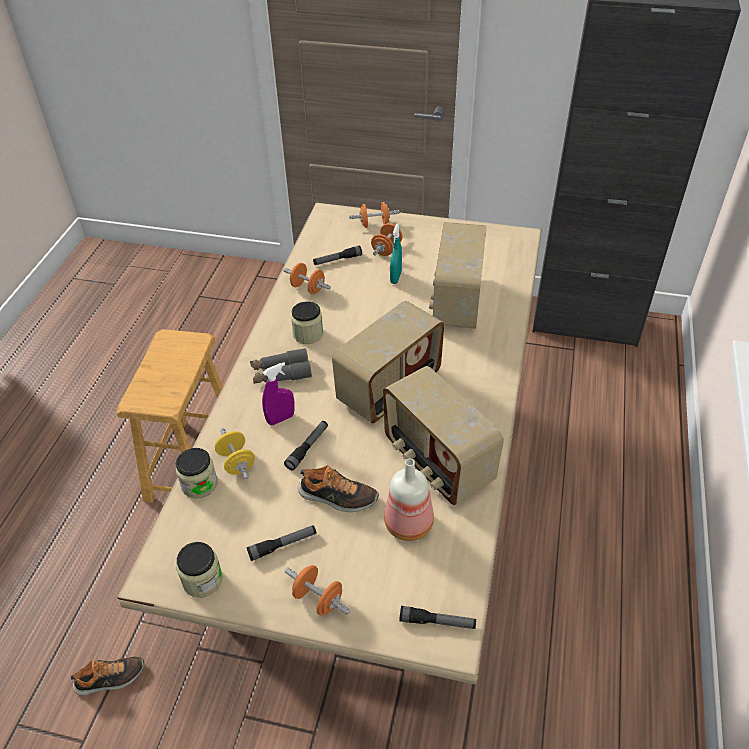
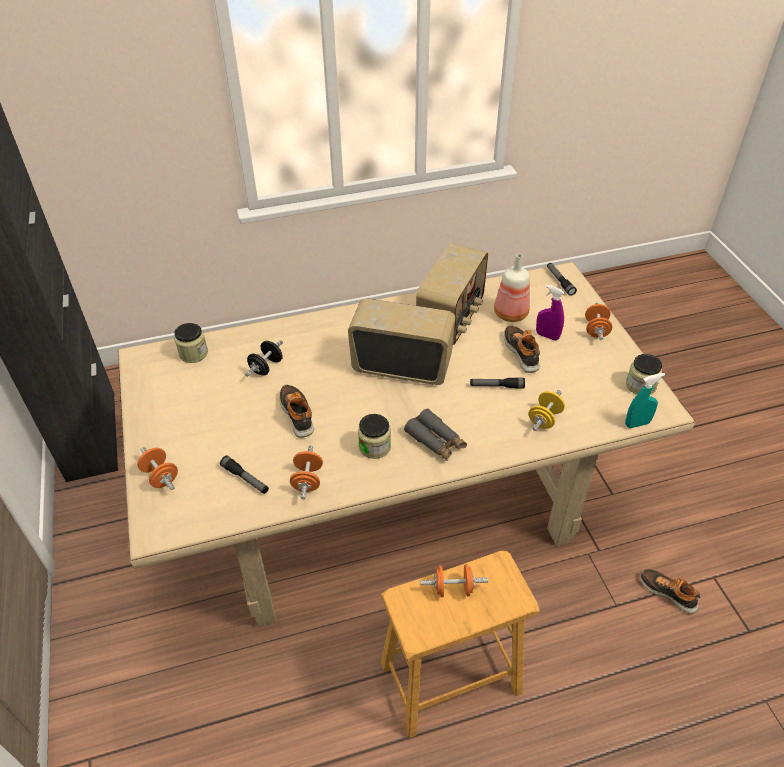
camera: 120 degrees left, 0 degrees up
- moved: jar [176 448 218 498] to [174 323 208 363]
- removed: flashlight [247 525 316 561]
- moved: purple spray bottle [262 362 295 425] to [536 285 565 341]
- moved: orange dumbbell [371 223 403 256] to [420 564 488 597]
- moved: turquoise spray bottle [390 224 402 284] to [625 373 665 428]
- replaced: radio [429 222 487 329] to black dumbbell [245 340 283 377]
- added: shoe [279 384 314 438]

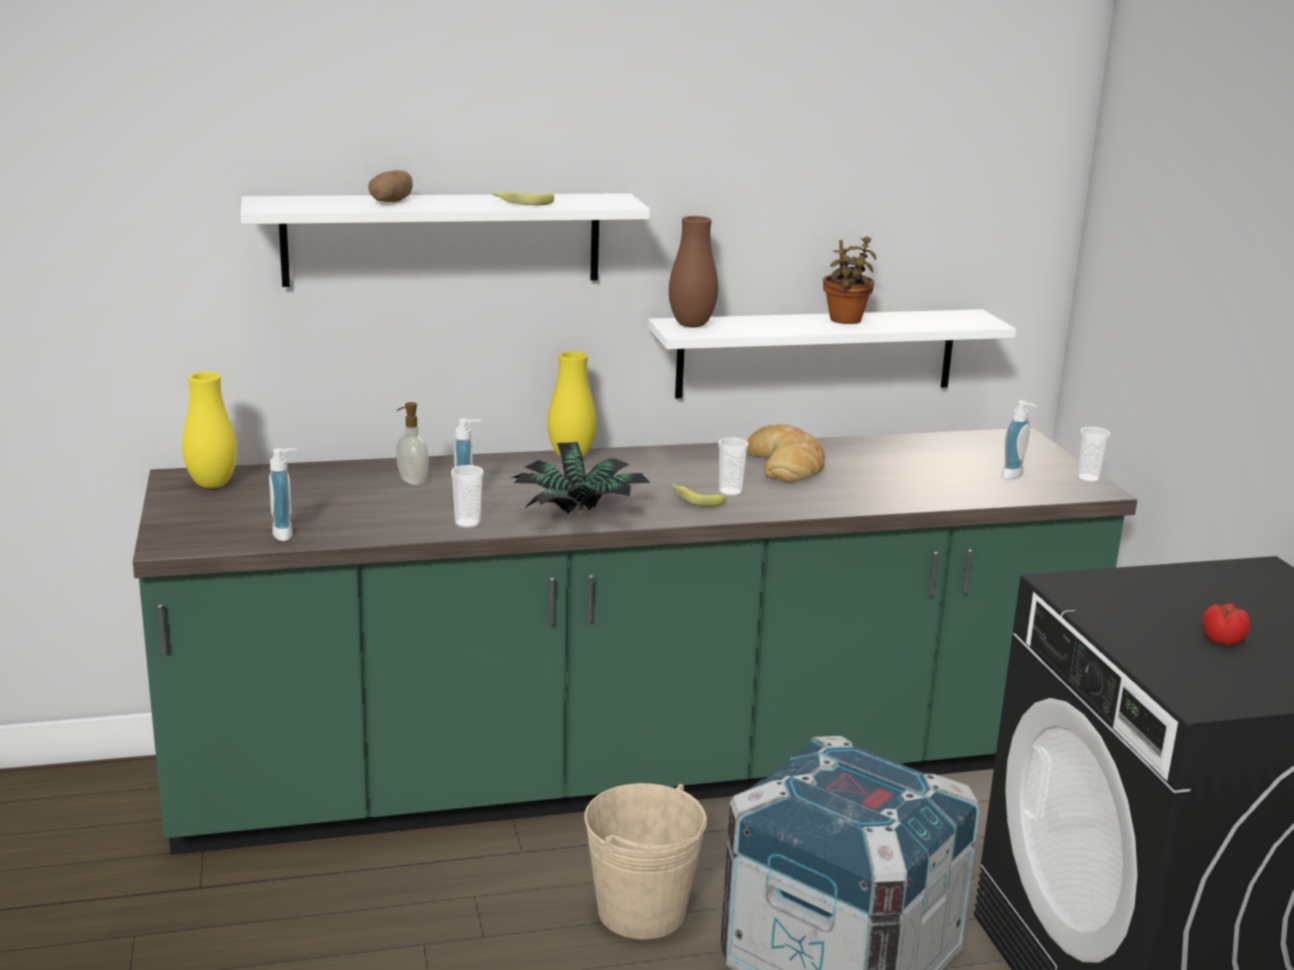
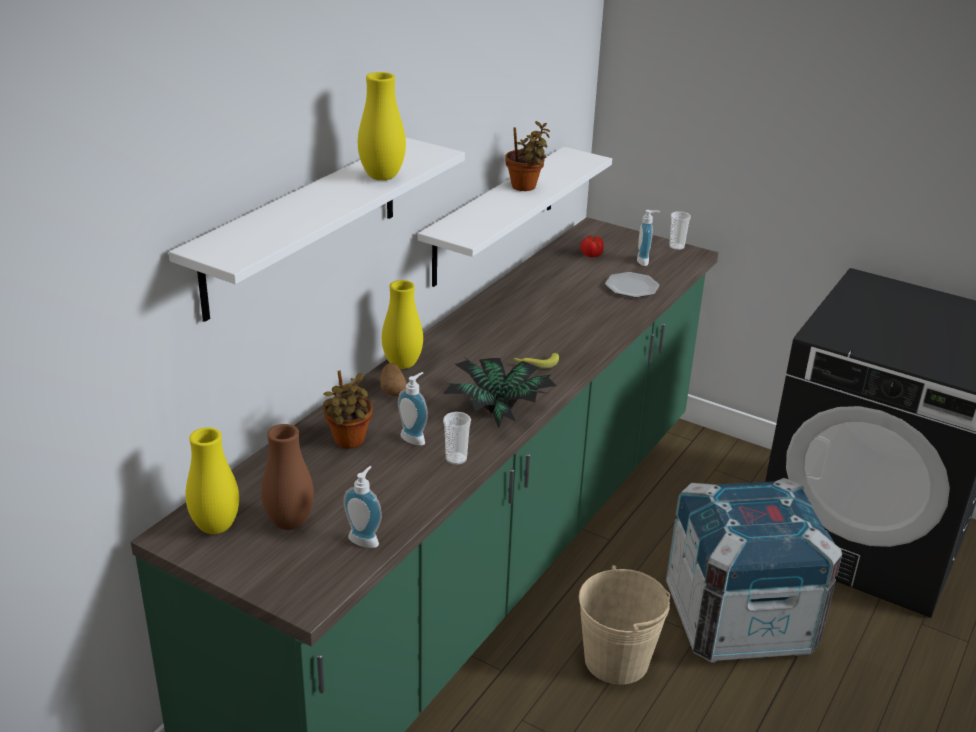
camera: 45 degrees left, 10 degrees up
- moved: potato [368 170 413 202] to [380 363 407 396]
- replaced: soap dispenser [396 402 429 485] to potted plant [323 370 373 449]
- replaced: banana [492 192 554 206] to yellow vase [358 72 406 181]
- moved: brown vase [669 216 718 327] to [261 424 314 530]
- removed: cup [718 437 748 496]
- removed: bread [747 424 825 483]
- moved: tomato [1202 604 1250 645] to [580 235 604 257]
- added: plate [605 272 660 298]

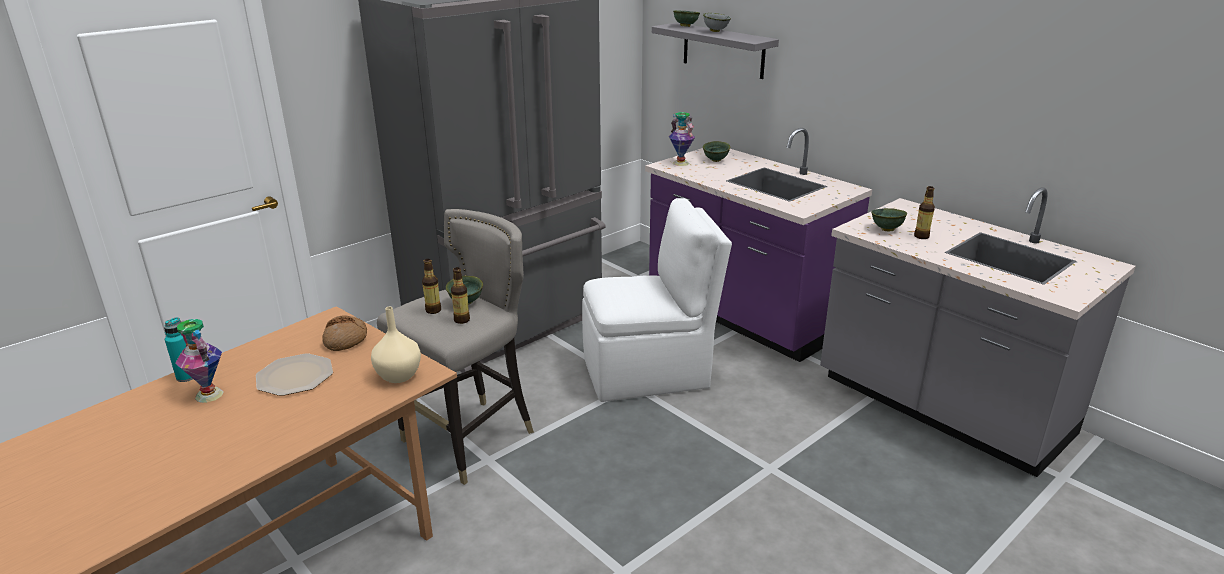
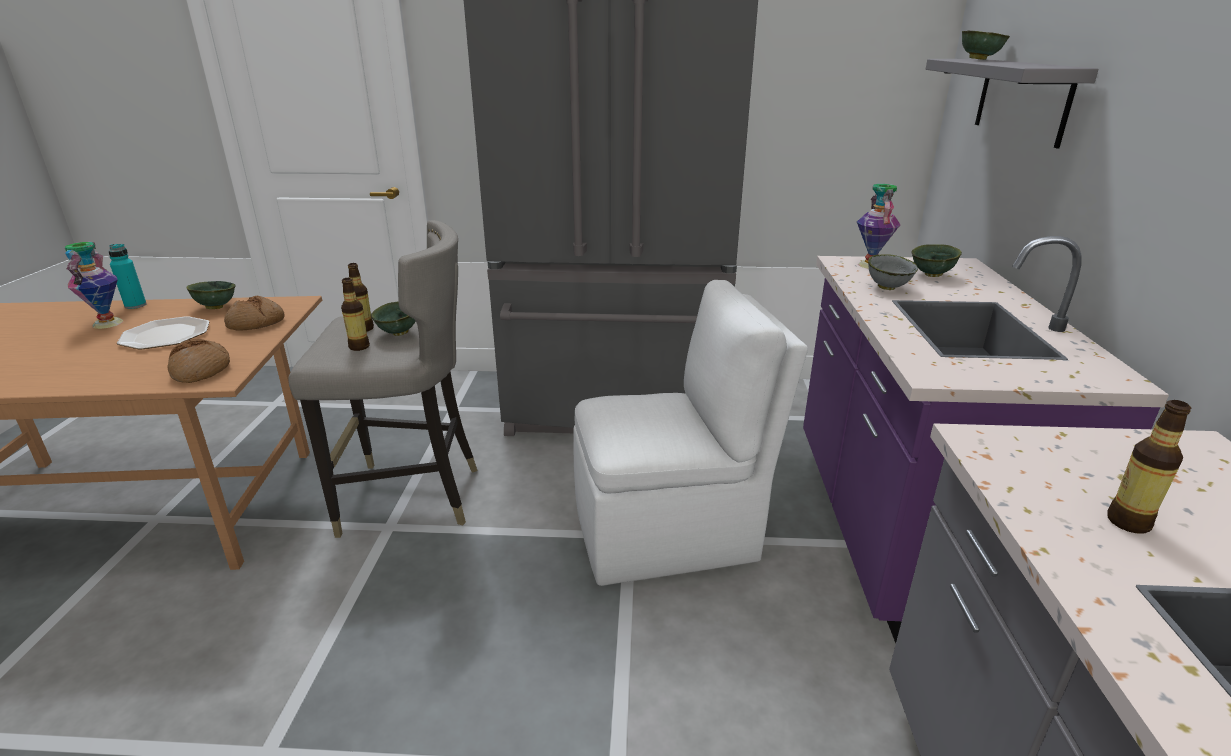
camera: 45 degrees right, 0 degrees up
- replaced: beige vase [371 307 421 383] to bread [167 339 230 383]
- turned: white chair [582 198 732 402] = [574 280 808 586] 45 degrees counterclockwise
- moved: grey bowl [703 13 731 32] to [868 254 918 290]
- moved: green bowl [871 208 907 231] to [186 281 236 309]

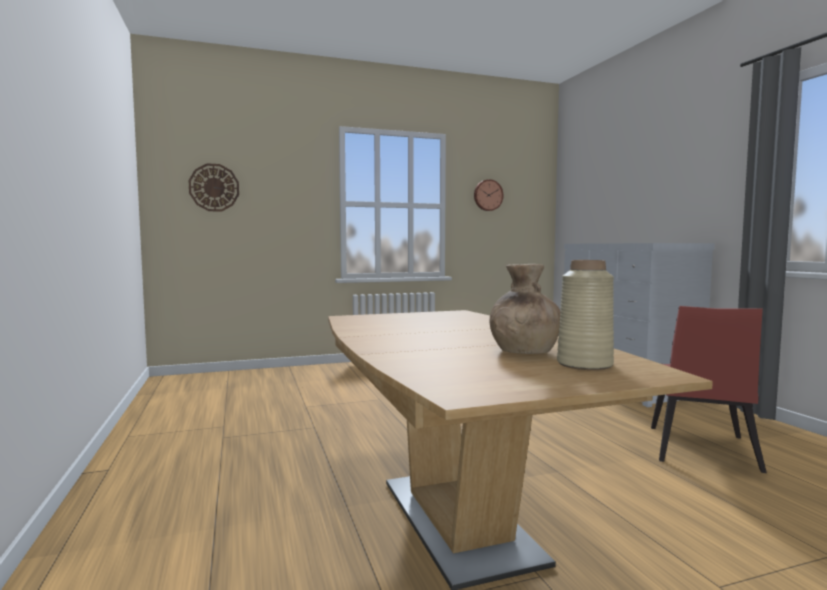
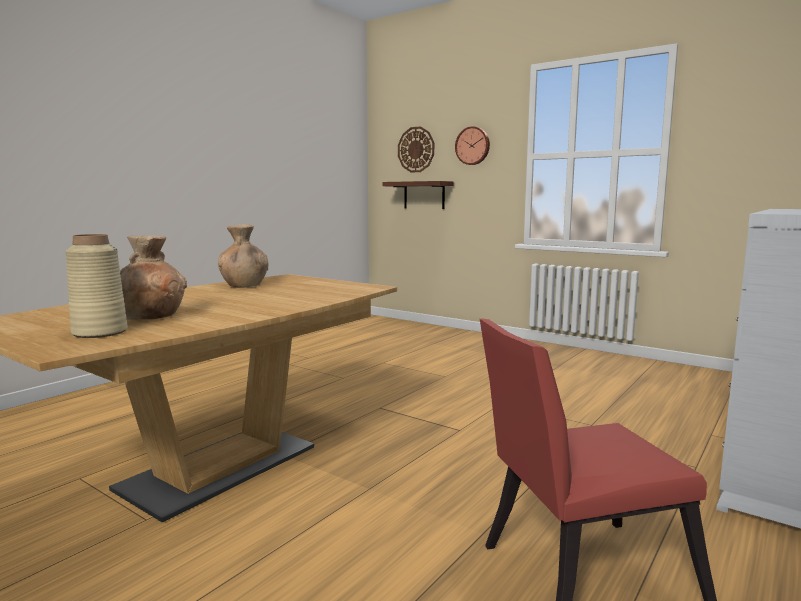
camera: 55 degrees right, 5 degrees up
- moved: wall clock [474 179 504 211] to [455 126 490 165]
- added: brown vase [218 224 269 288]
- added: shelf [383 181 453 209]

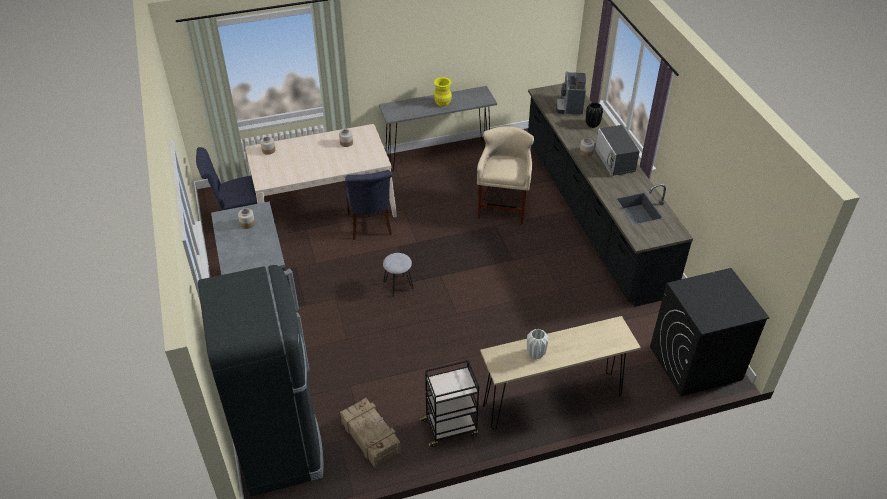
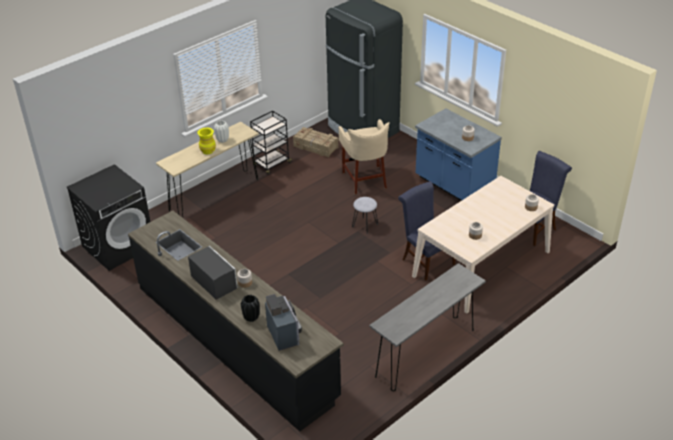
camera: 155 degrees right, 5 degrees down
- moved: yellow vase [434 77 452 106] to [197 128 216 154]
- moved: beige stool [477 126 534 224] to [338 119 390 195]

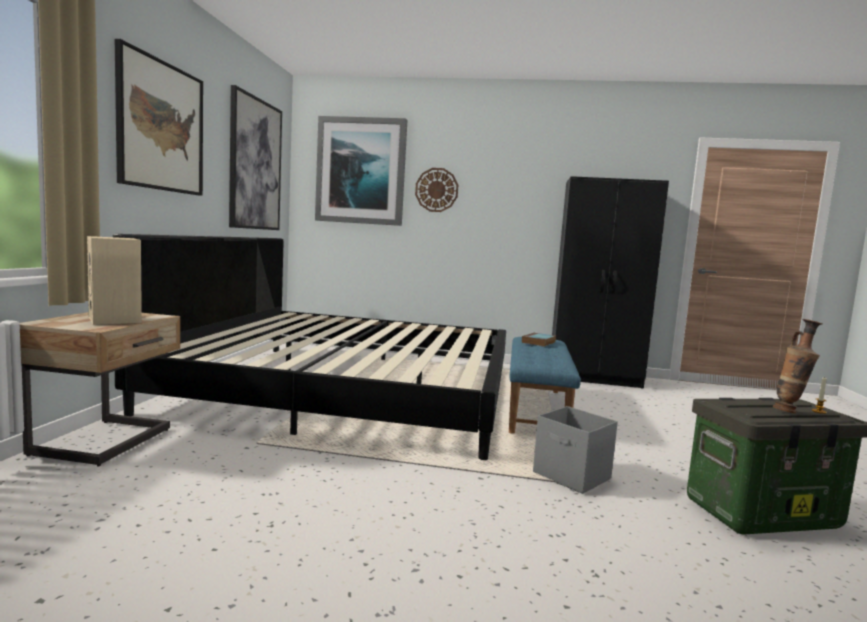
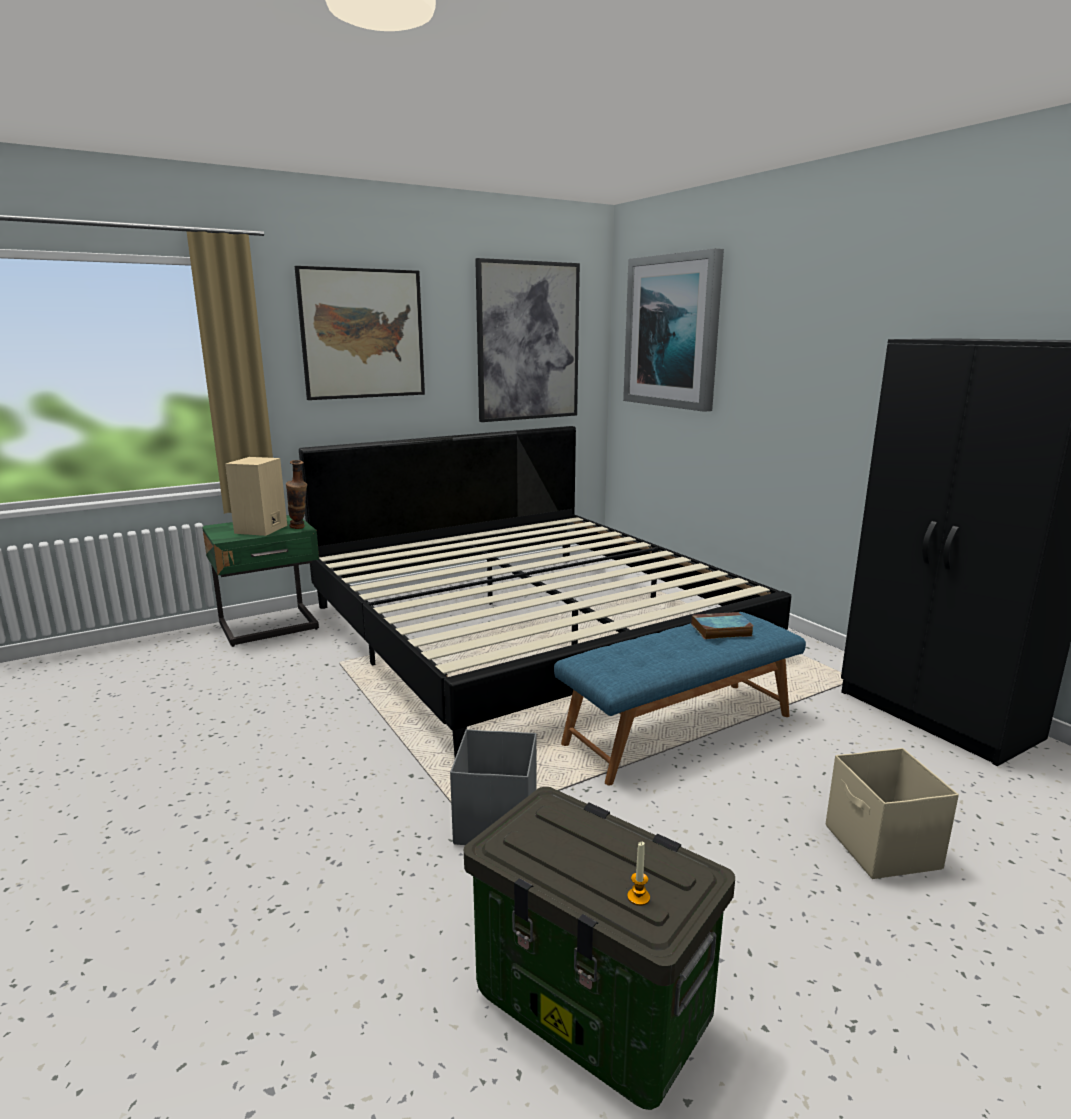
camera: 50 degrees right, 10 degrees up
- recoloured: beige nightstand [20 312 180 466] to green nightstand [202 515 319 647]
- removed: wall clock [415 168 458 212]
- moved: vase [773 319 823 414] to [286 460 307 529]
- added: beige storage box [826 748 959 879]

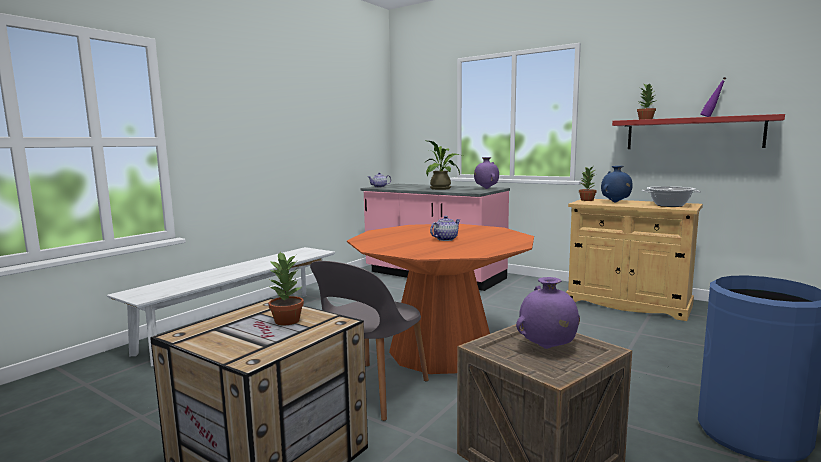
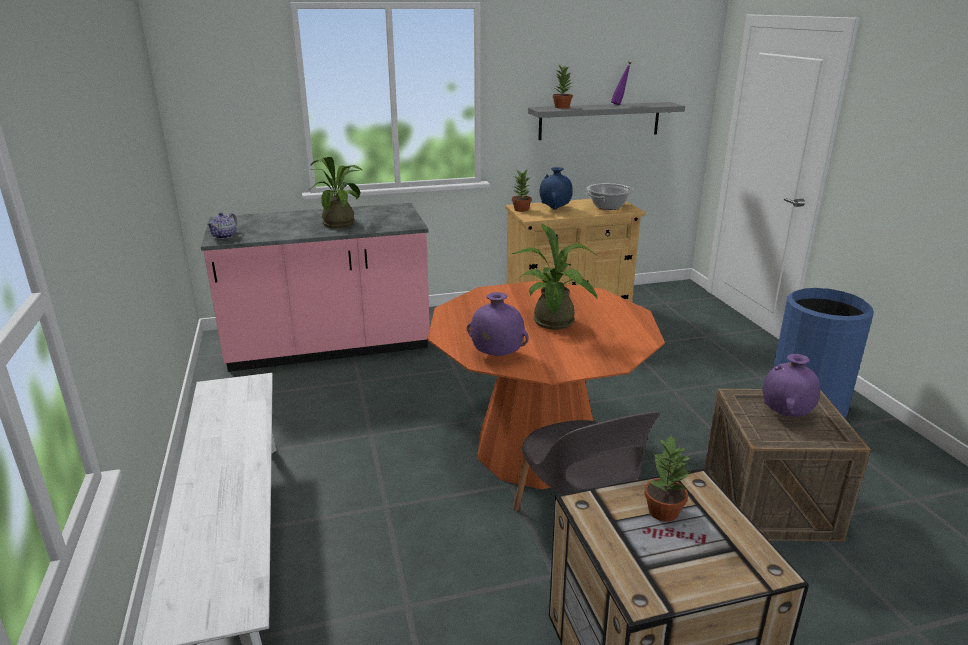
camera: 50 degrees left, 15 degrees up
- replaced: teapot [430 216 460 241] to potted plant [512 224 597 330]
- moved: purple vase [474 157 499 189] to [467 292 529 356]
- recoloured: red shelf [612 114 785 149] to grey shelf [528 102 685 140]

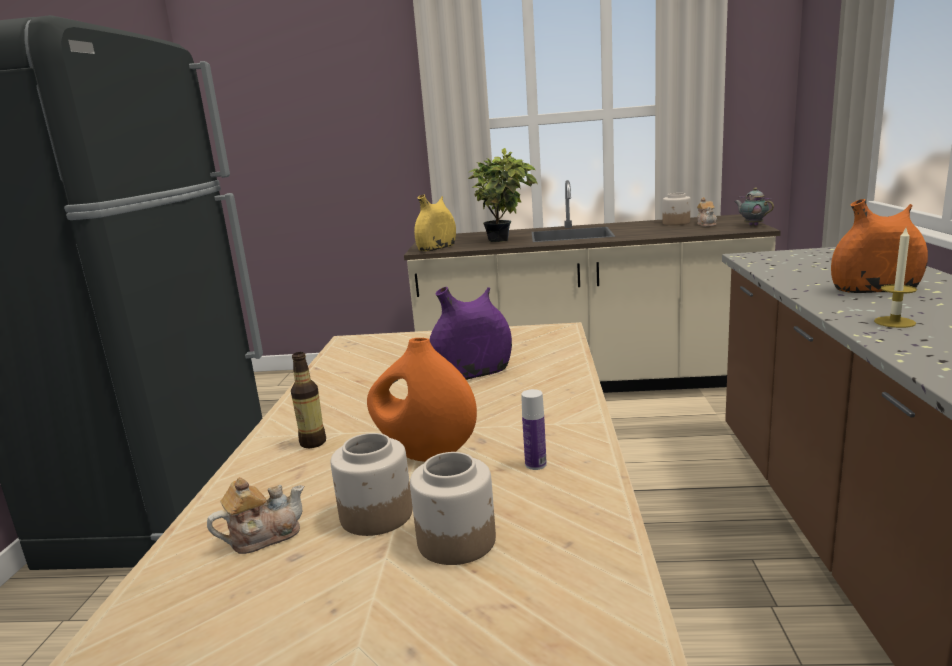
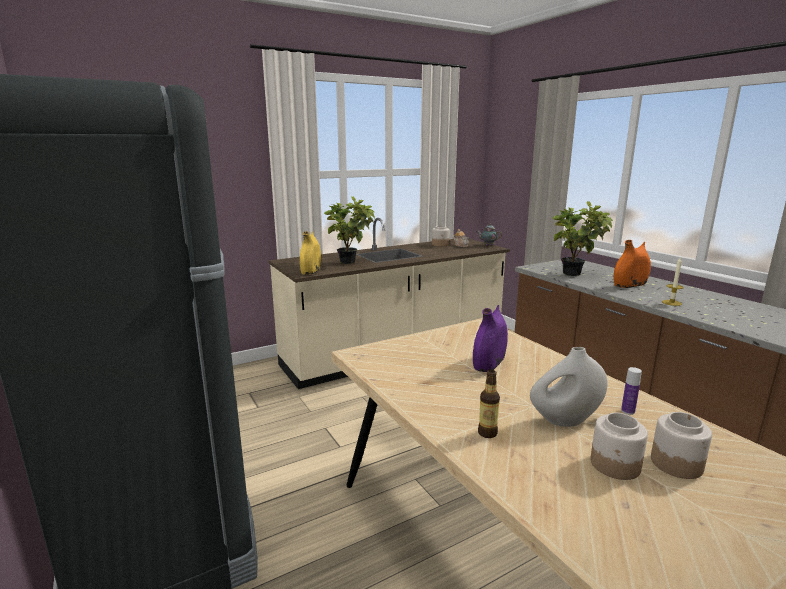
camera: 35 degrees left, 0 degrees up
- removed: teapot [207 477 304 554]
- recoloured: orange vase [367 338 477 462] to white vase [530 347 608 427]
- added: potted plant [553 201 613 276]

